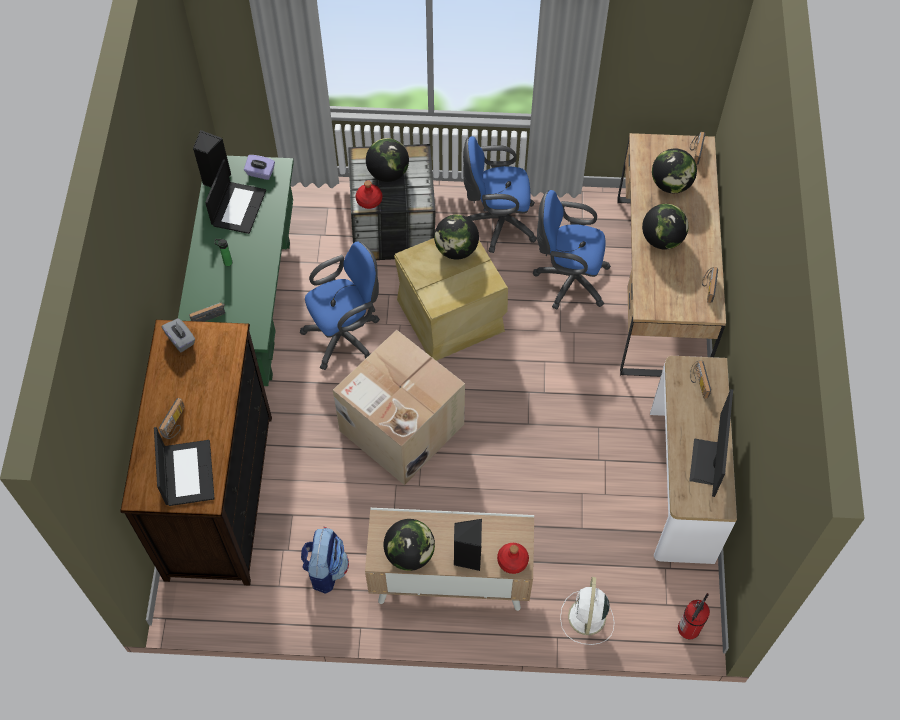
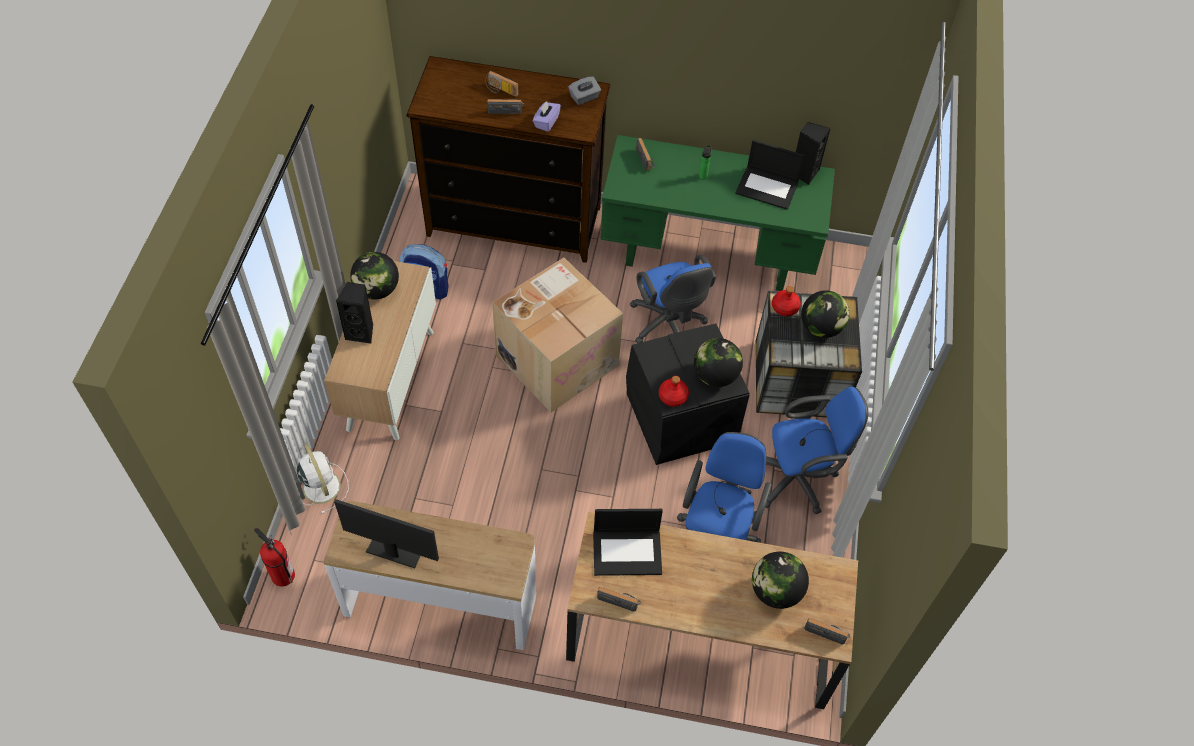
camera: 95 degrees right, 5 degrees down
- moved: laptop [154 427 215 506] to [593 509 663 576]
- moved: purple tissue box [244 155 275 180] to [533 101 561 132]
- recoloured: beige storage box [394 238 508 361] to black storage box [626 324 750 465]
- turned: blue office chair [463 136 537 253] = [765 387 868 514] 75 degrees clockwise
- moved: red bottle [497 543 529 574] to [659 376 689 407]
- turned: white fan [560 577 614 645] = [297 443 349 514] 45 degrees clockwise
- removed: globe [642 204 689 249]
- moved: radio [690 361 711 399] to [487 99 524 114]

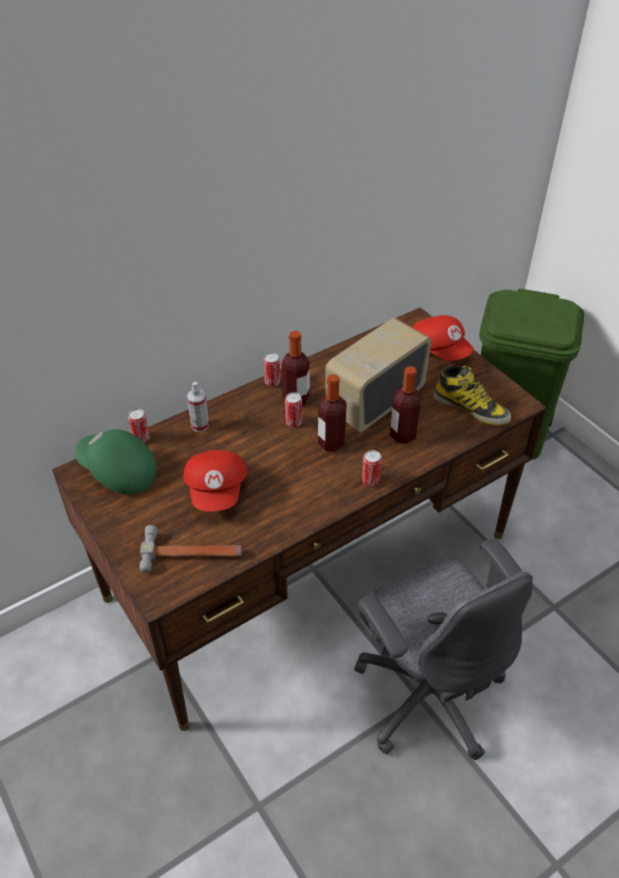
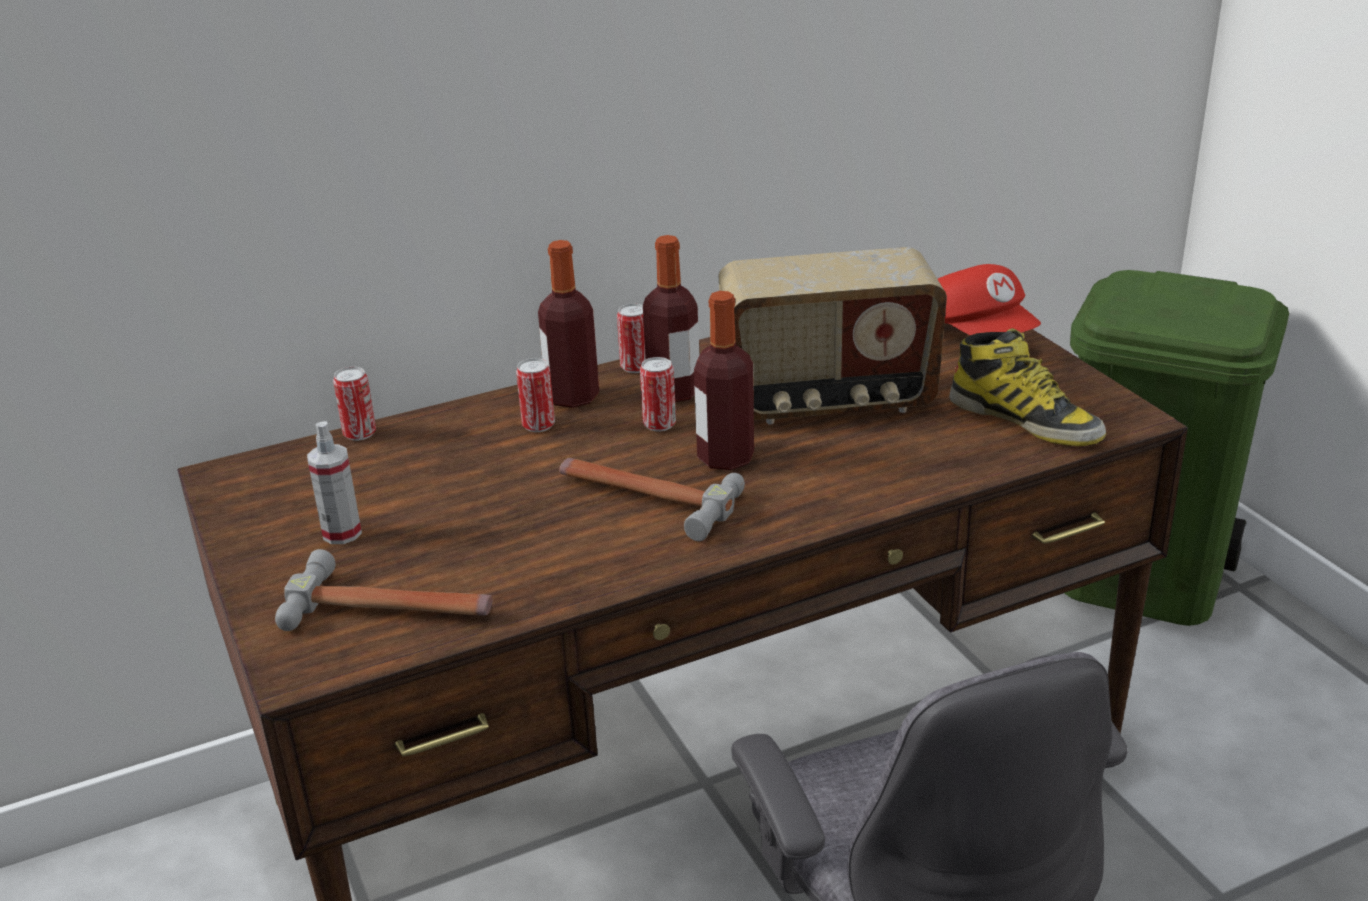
camera: 10 degrees right, 15 degrees down
- removed: green cap [75 429 157 495]
- removed: red cap [183 450 247 511]
- moved: spray bottle [187 382 209 432] to [307 421 362 544]
- turned: radio [325 318 432 432] = [719 247 947 424] 150 degrees counterclockwise
- moved: can [362 450 382 486] to [516 358 555 432]
- moved: bottle [390 366 422 444] to [538 240 599 408]
- added: hammer [559 458 745 541]

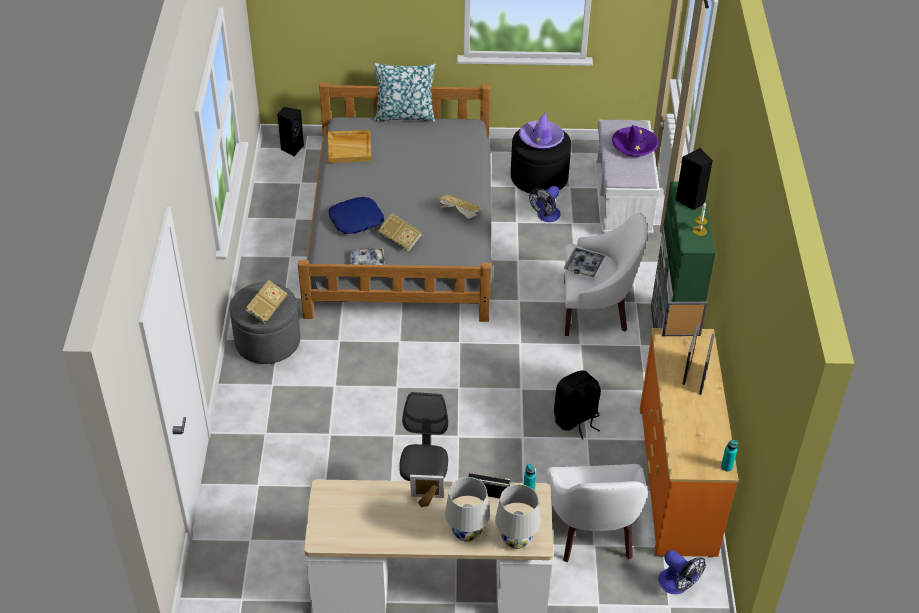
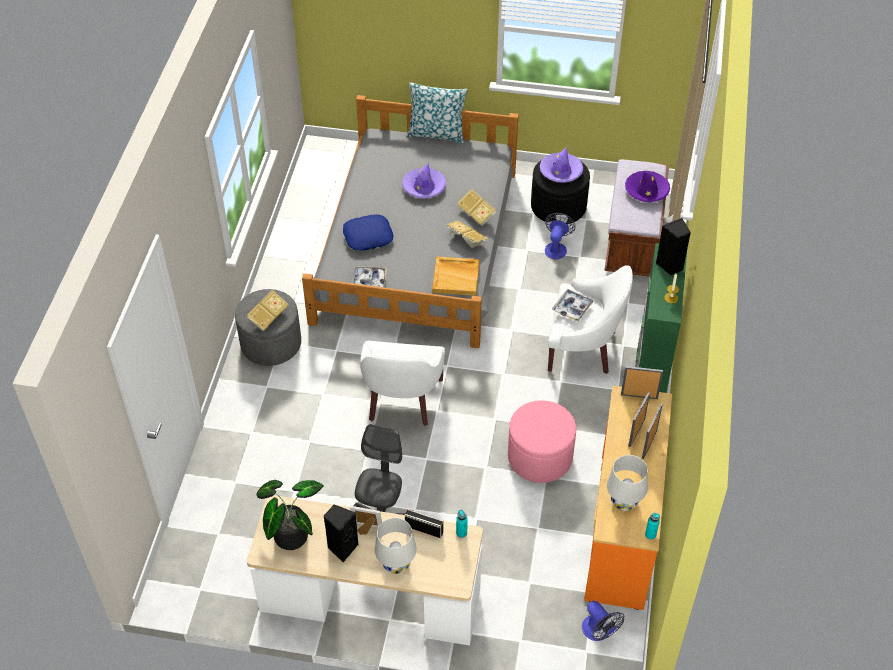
camera: 10 degrees right, 5 degrees up
- moved: black speaker [277 107 304 157] to [324 504 359 563]
- moved: beige tray [328 130 372 163] to [432 257 480 296]
- moved: book [378 213 422 251] to [457 189 496 226]
- moved: white table lamp [495 484 541 549] to [607 455 648 511]
- turned: fan [529 186 561 222] = [545 213 575 259] 150 degrees clockwise
- moved: white armchair [546 464 647 562] to [360 341 445 426]
- replaced: black backpack [554 370 601 439] to pink ottoman [508 400 576 483]
- recoloured: white bench [595 120 660 234] to brown bench [604 159 669 277]
- added: potted plant [256 480 324 550]
- added: purple hat [402 163 446 198]

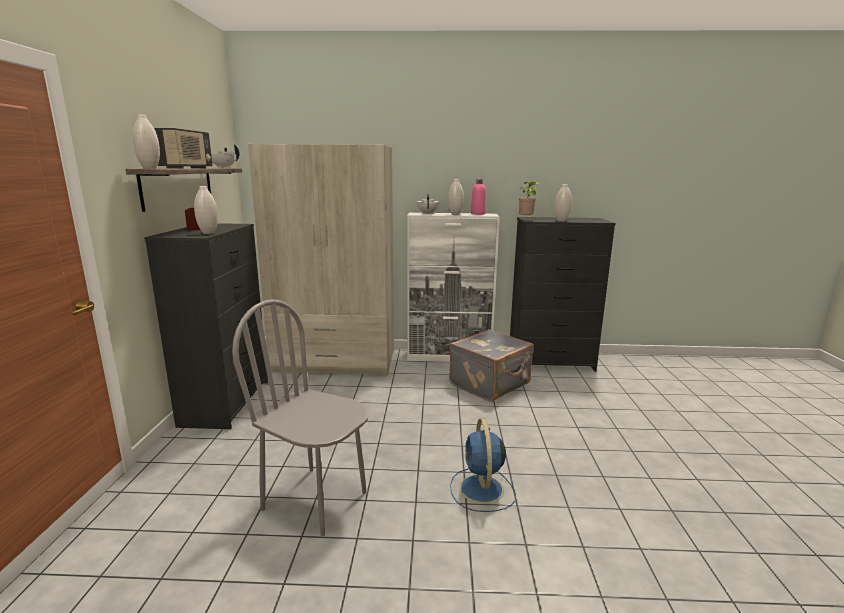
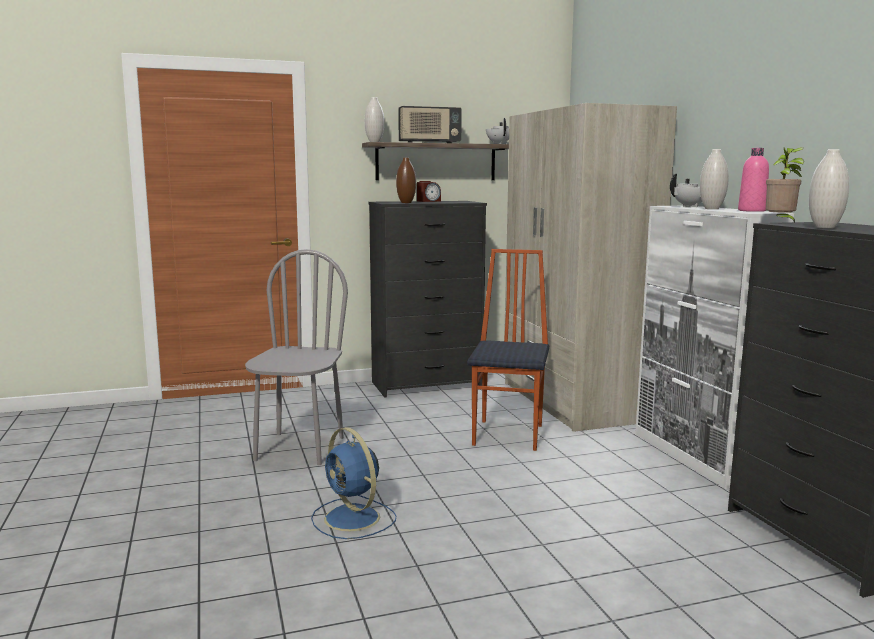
camera: 70 degrees right, 5 degrees down
- recoloured: white vase [194 186 218 234] to brown vase [396 158 416 203]
- removed: grey suitcase [449 329 534 402]
- turned: blue fan [450 418 516 512] = [311 427 396 539] 105 degrees counterclockwise
- added: chair [467 249 549 451]

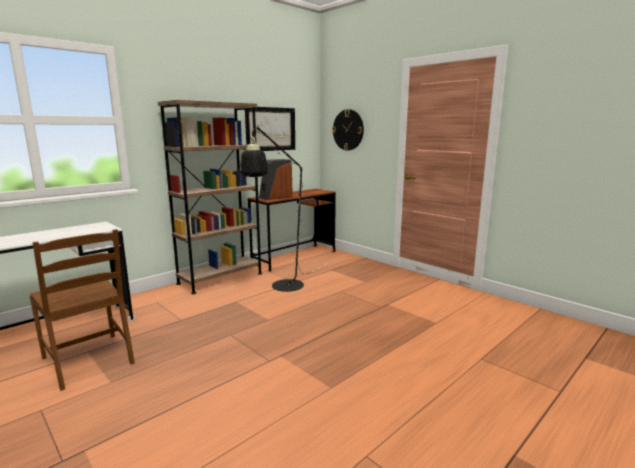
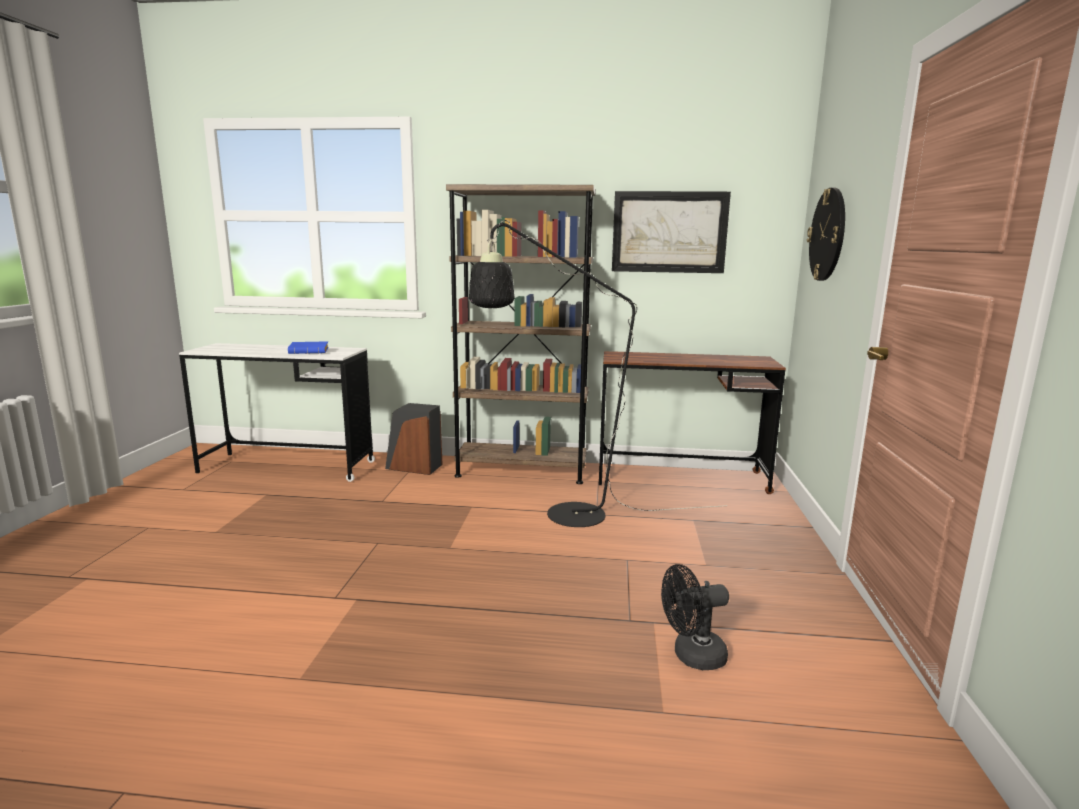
camera: 50 degrees right, 0 degrees up
- removed: brown chair [29 229 135 391]
- moved: speaker [259 159 293 200] to [385 403 442 475]
- added: blue book [288 341 329 354]
- added: black fan [661 564 729 670]

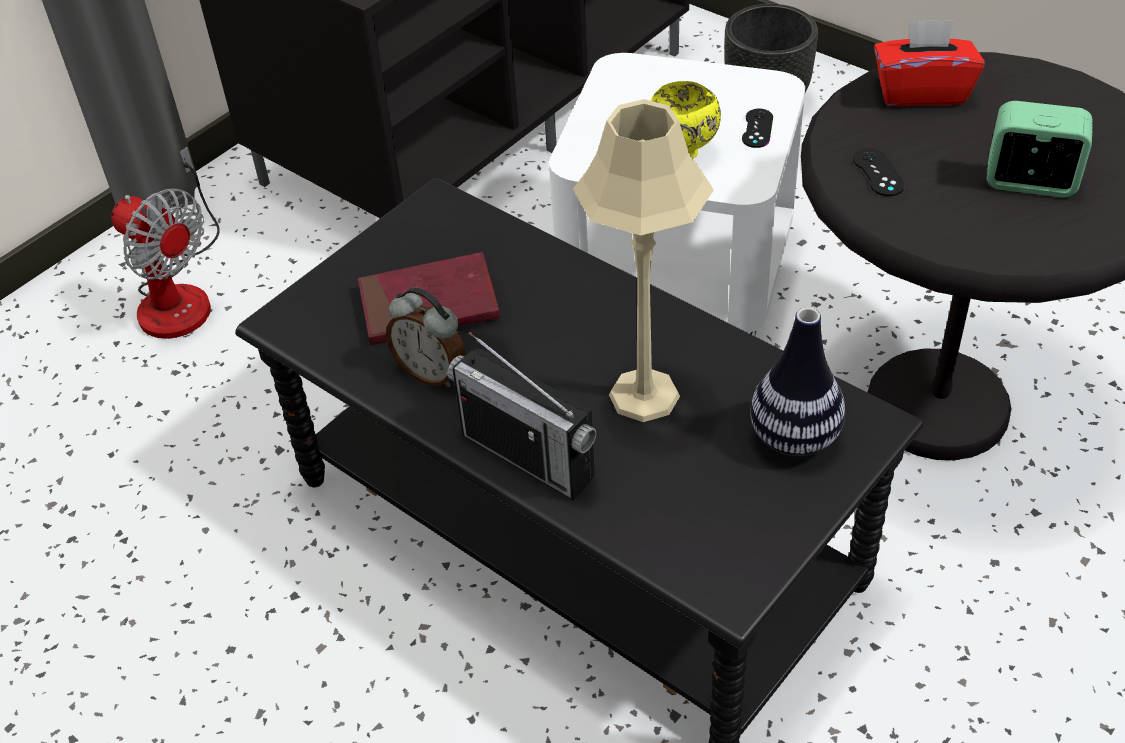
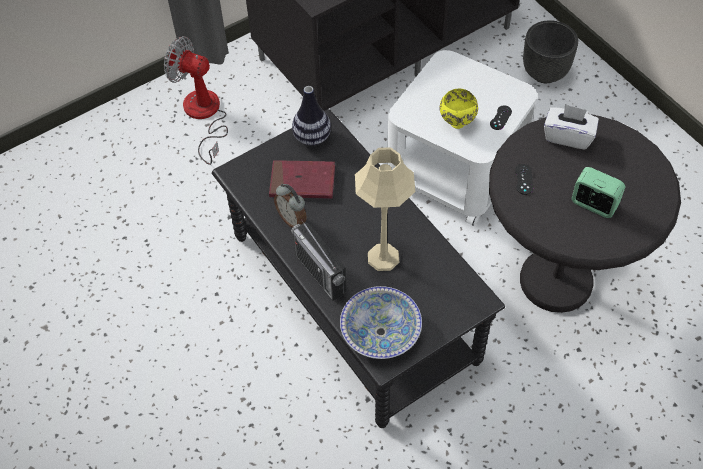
camera: 15 degrees right, 10 degrees up
- turned: fan [111 147 220 339] = [164 36 228 165] 150 degrees clockwise
- moved: vase [750 307 845 456] to [292 86 331 146]
- recoloured: red tissue box [874 20 985 106] to white tissue box [544 104 599 150]
- added: bowl [340 286 422 359]

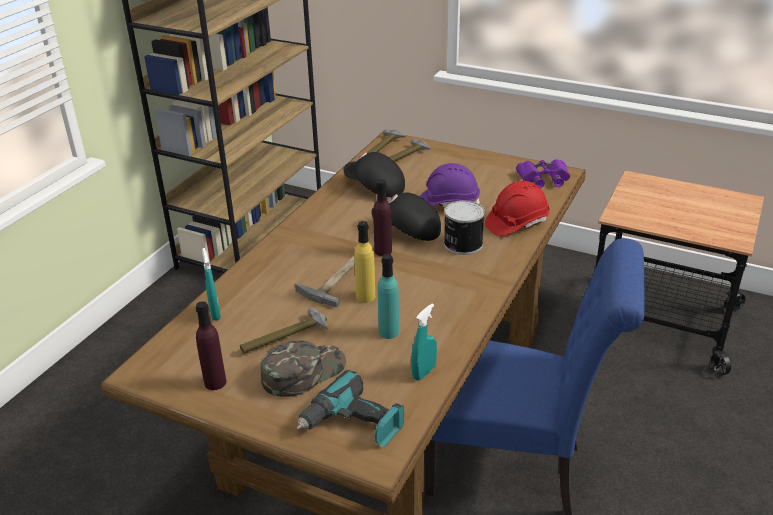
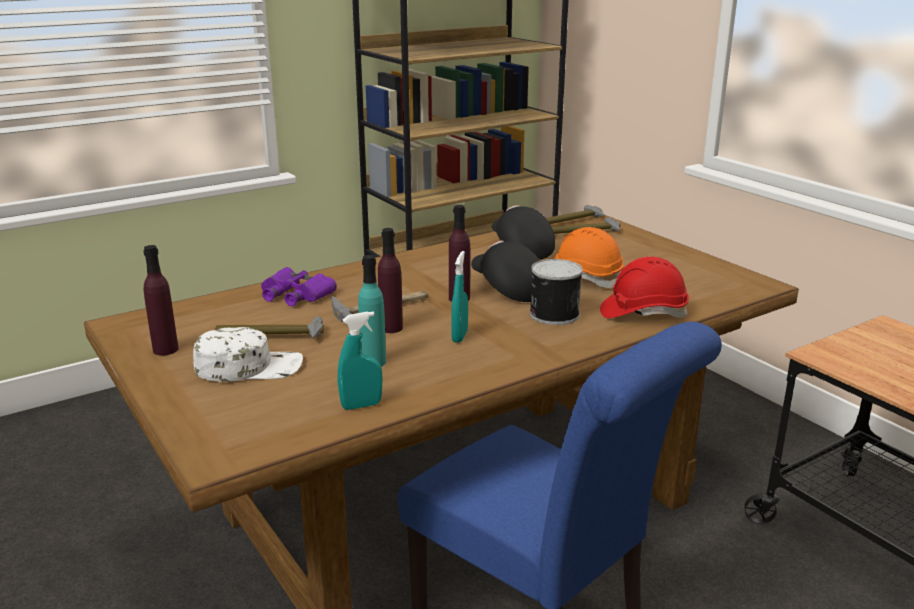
camera: 30 degrees right, 10 degrees down
- moved: turquoise spray bottle [202 248 221 321] to [451 251 468 343]
- recoloured: green cap [261 340 346 397] to white cap [193 327 303 382]
- removed: power drill [296 370 404 447]
- recoloured: yellow bottle [355 221 375 303] to purple bottle [378 228 403 333]
- recoloured: purple hard hat [420 163 480 207] to orange hard hat [554 227 624 288]
- moved: purple binoculars [516 159 570 188] to [261 267 337 306]

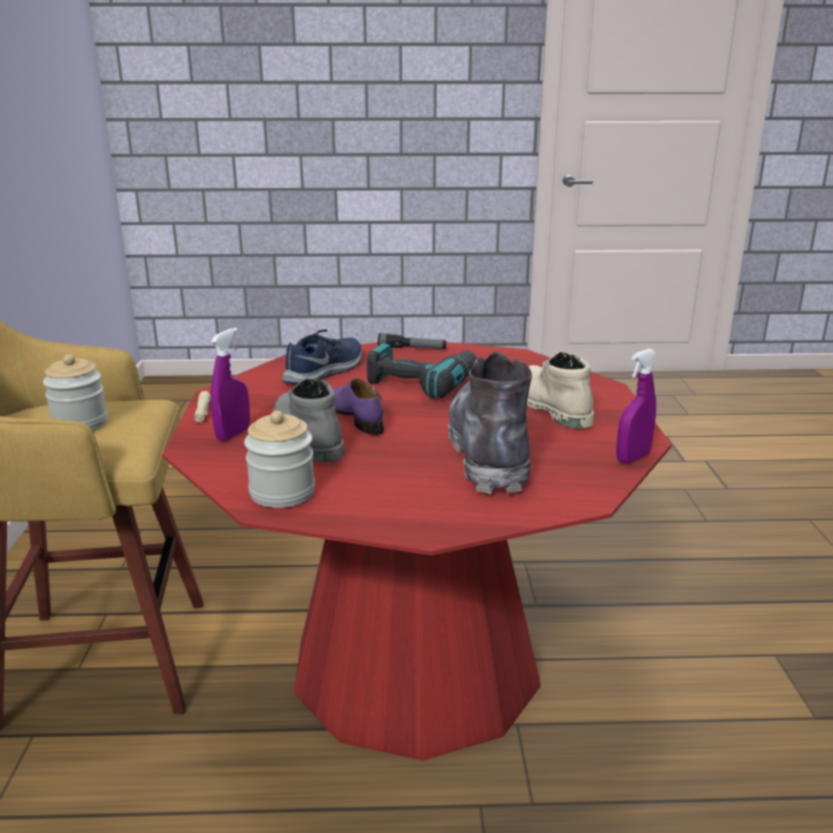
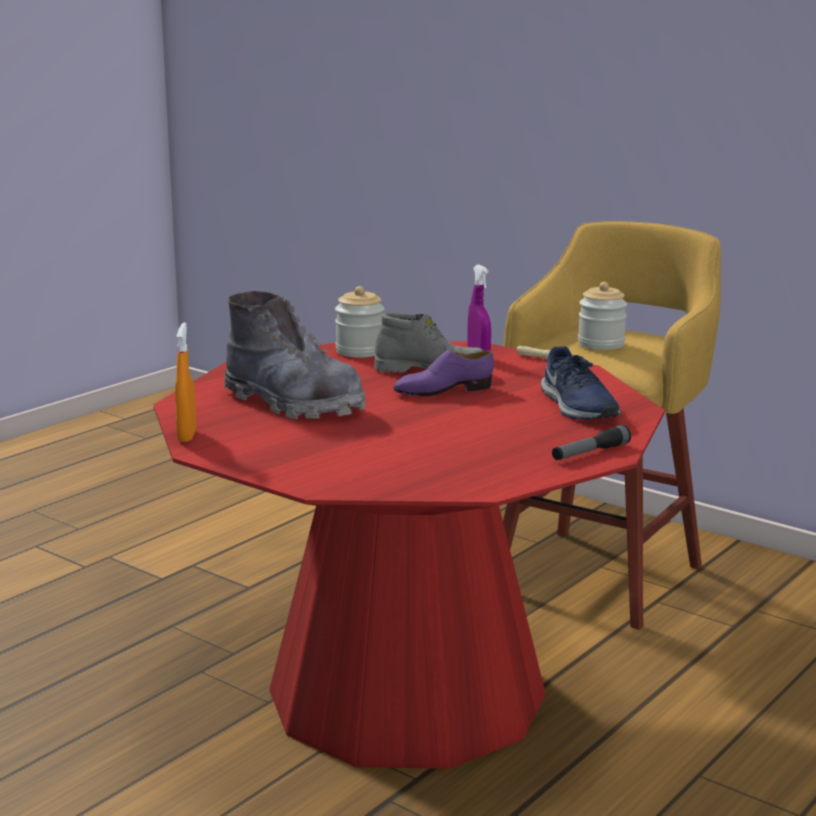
camera: 130 degrees right, 5 degrees down
- turned: purple shoe [333 378 384 435] = [393 349 494 397] 150 degrees clockwise
- removed: power drill [367 343 477 398]
- removed: beige boot [527 351 594 428]
- recoloured: purple spray bottle [616 349 657 464] to orange spray bottle [175 323 196 442]

